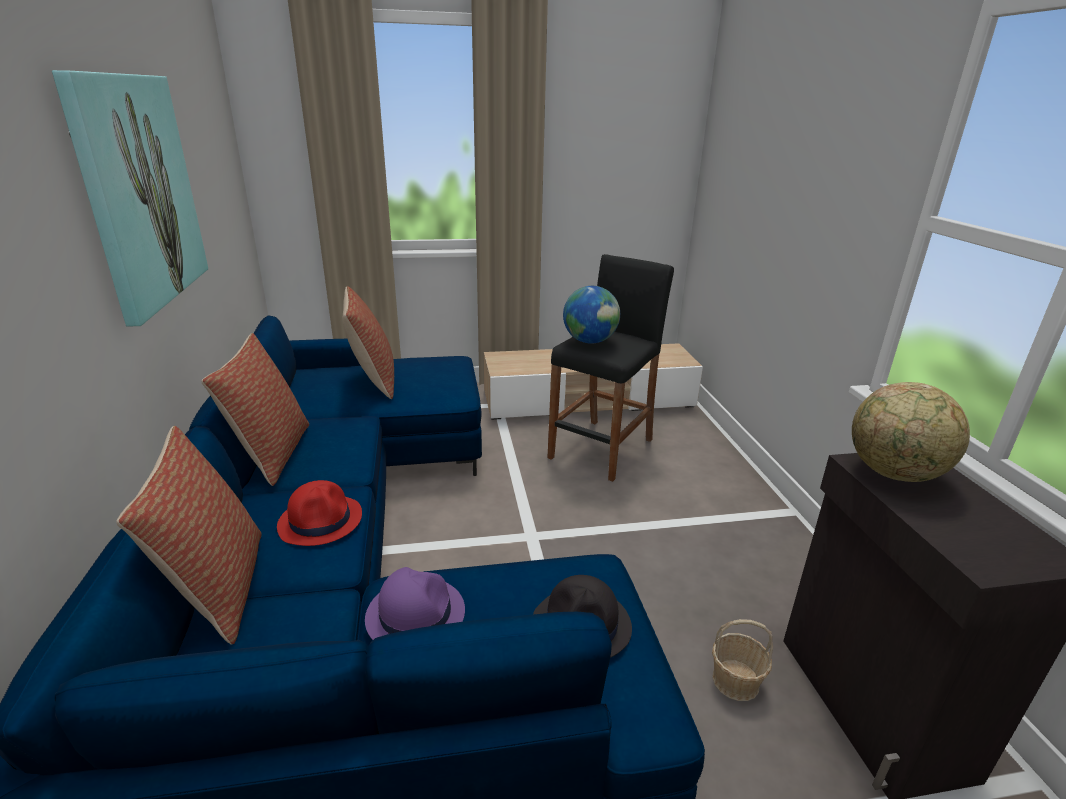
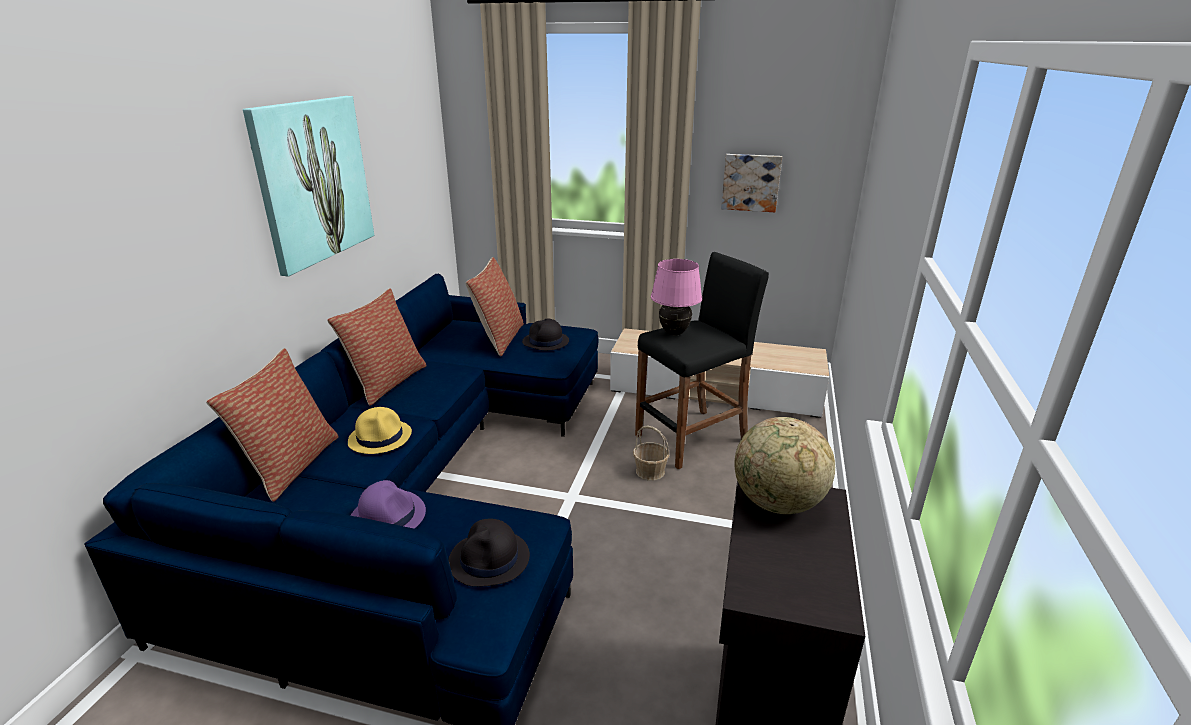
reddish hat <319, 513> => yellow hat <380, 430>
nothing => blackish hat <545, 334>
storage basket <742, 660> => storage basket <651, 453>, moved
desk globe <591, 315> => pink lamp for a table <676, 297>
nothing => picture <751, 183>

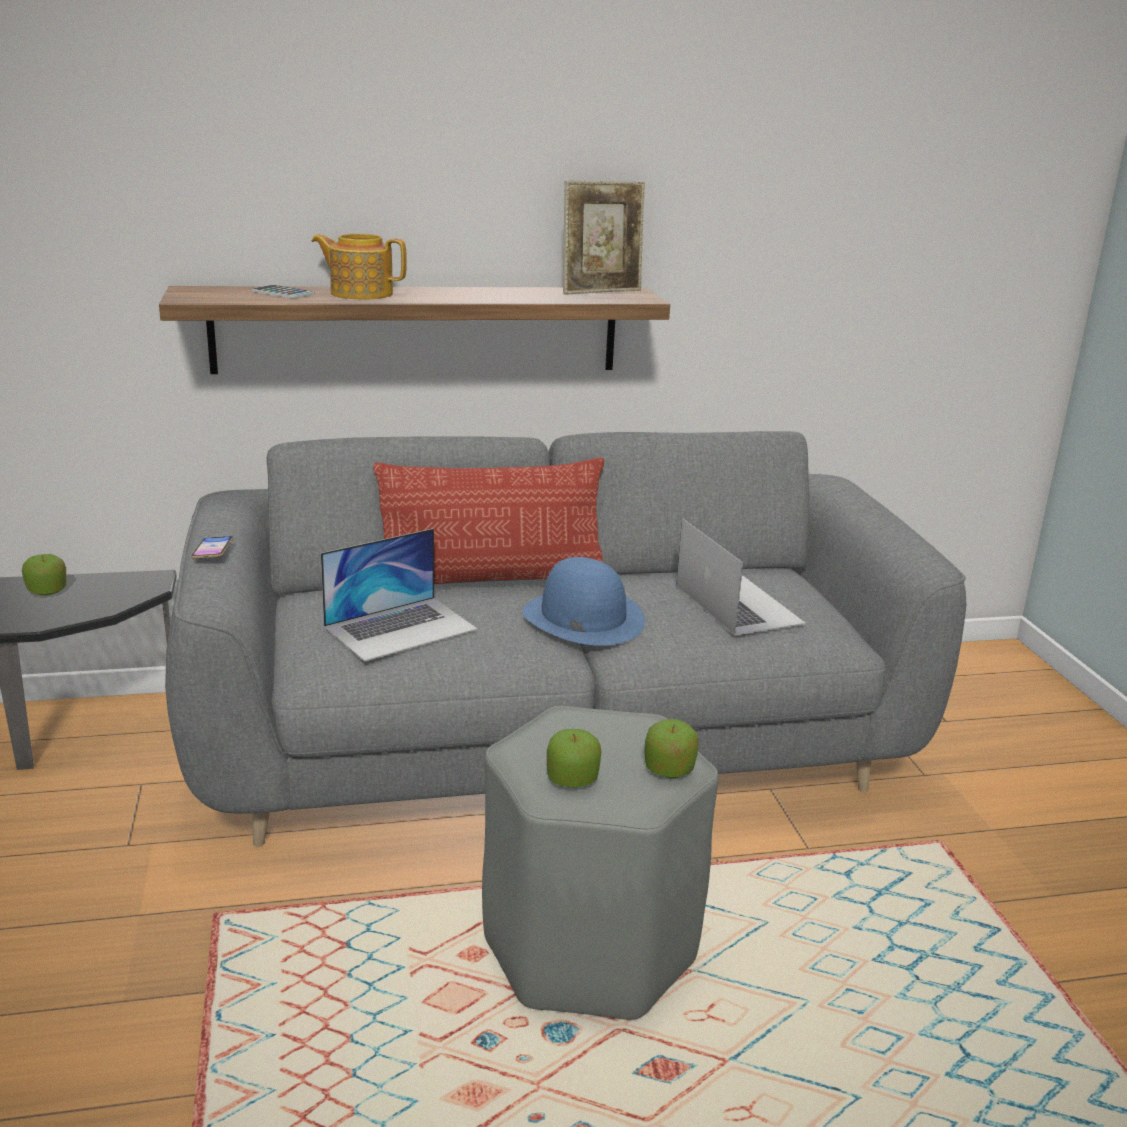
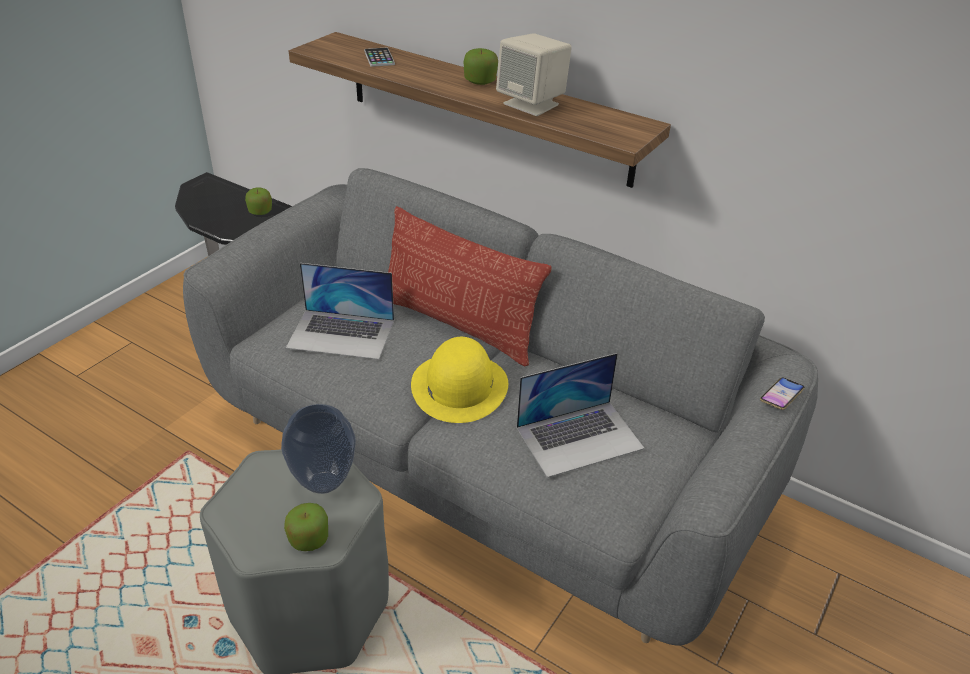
nothing => vase <318, 449>
blue hat <584, 601> => yellow hat <459, 380>
whole apple <574, 758> => whole apple <481, 66>, moved
nothing => beige-coloured audio speaker <534, 74>
portable computer <741, 577> => portable computer <581, 415>, 45 degrees clockwise
handset <212, 547> => handset <782, 393>, moved
pot for tea <359, 267> => nothing
photo frame <604, 237> => nothing

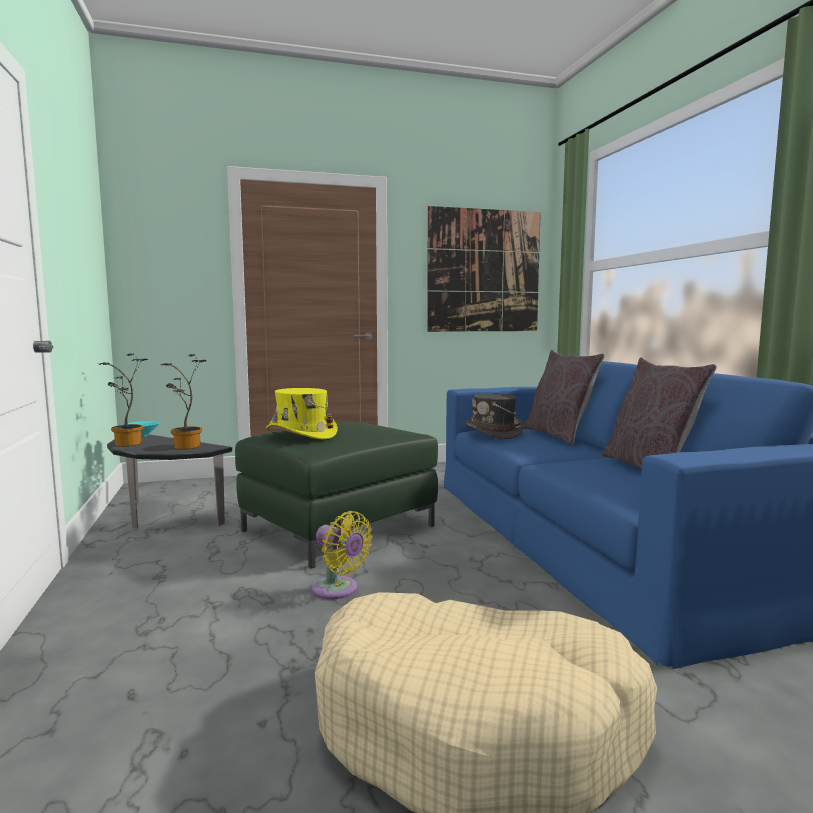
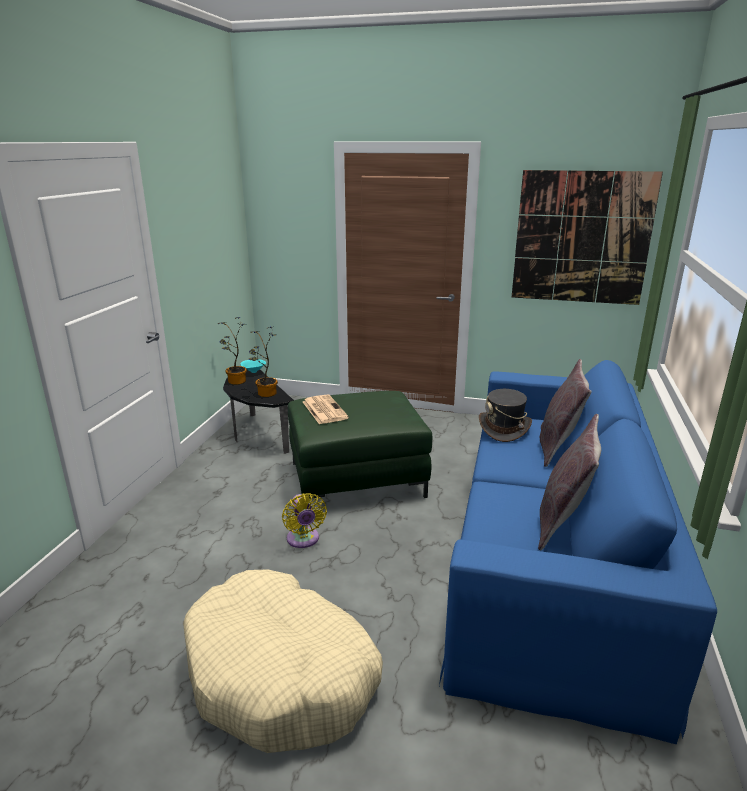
yellow hat <301, 413> => daily paper <326, 409>

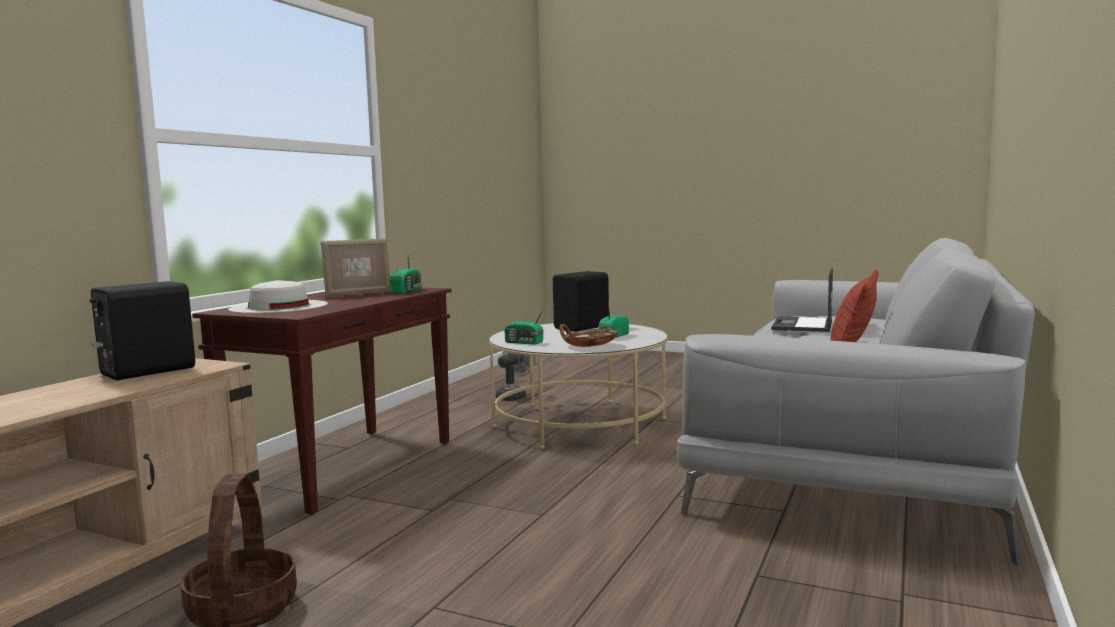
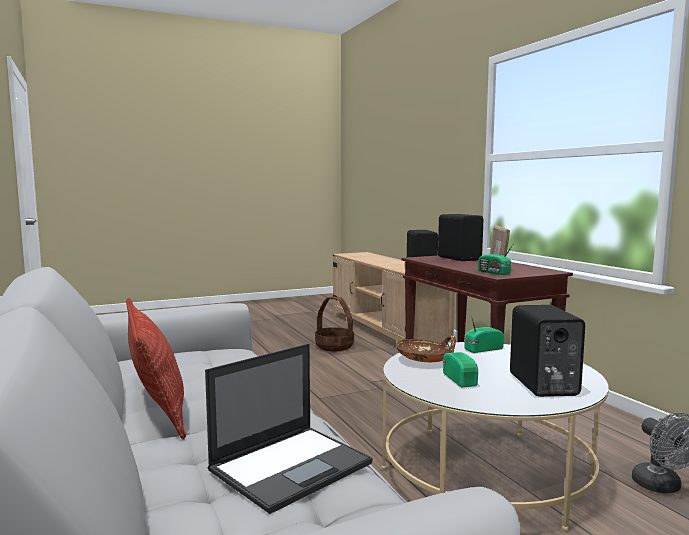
portable computer <802, 300> => portable computer <289, 429>, 75 degrees clockwise
whitish hat <278, 296> => blackish audio speaker <460, 237>

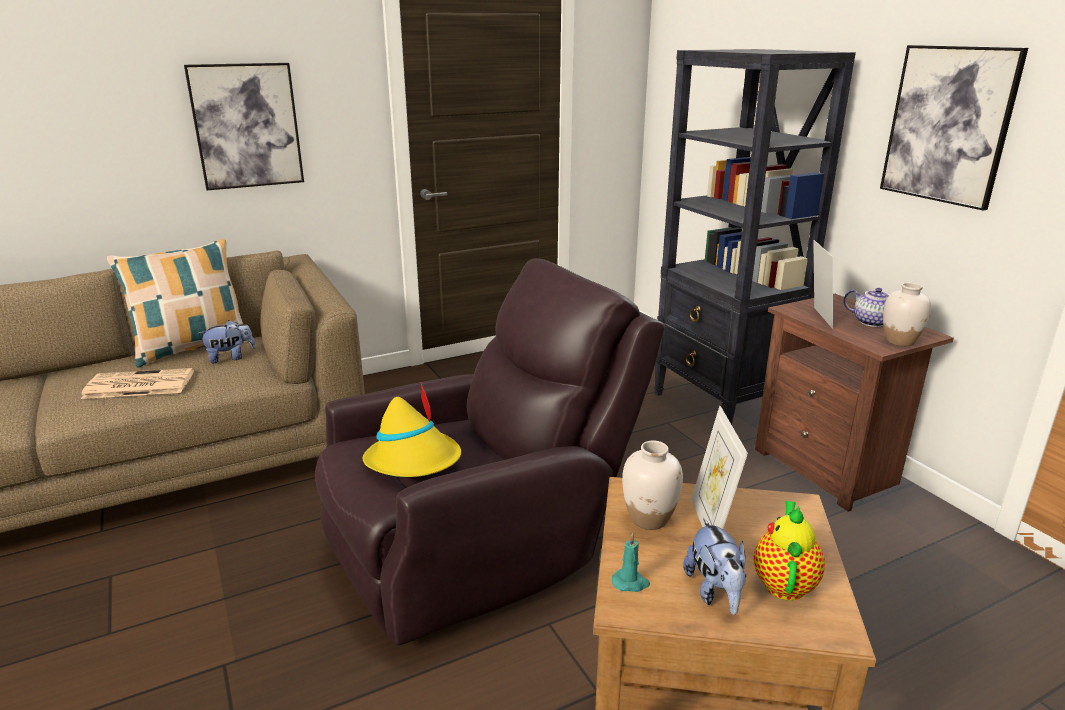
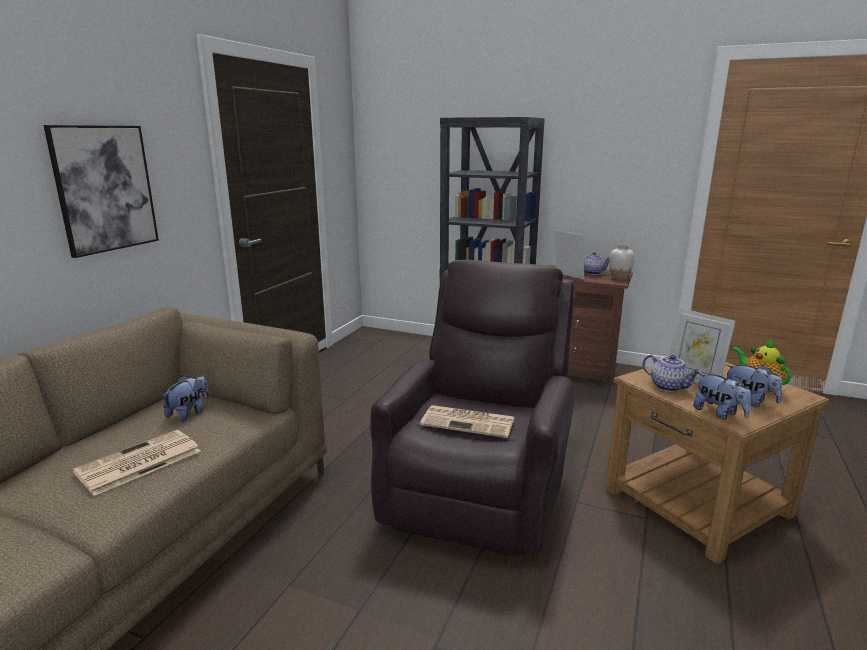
yellow hat <412, 430> => daily paper <467, 421>
whitish vase <652, 485> => pot for tea <672, 373>
blue-green candle <631, 562> => soft toy <722, 396>
cushion <178, 303> => nothing
picture <954, 128> => nothing

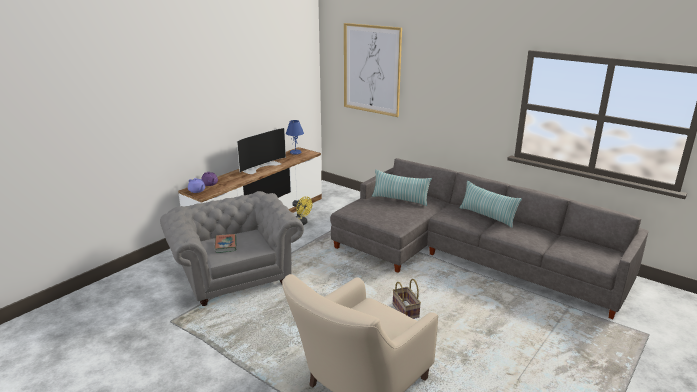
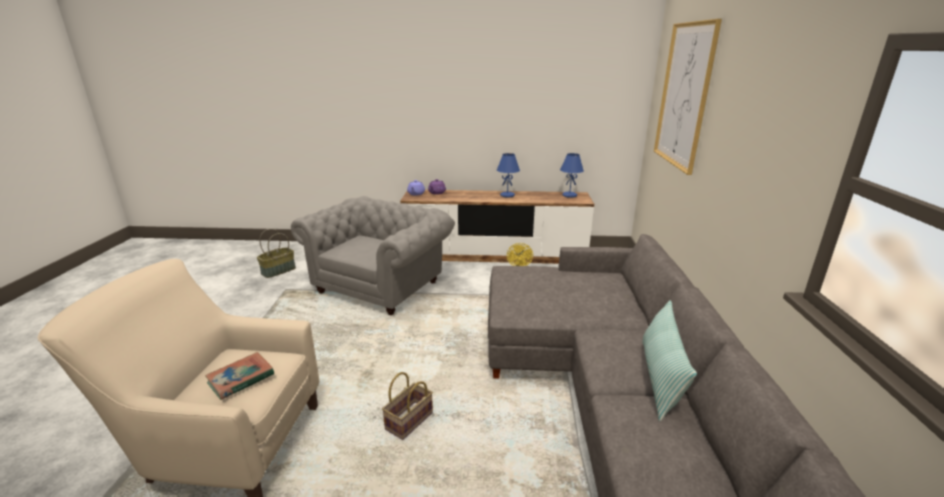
book <225, 243> => book <239, 376>, moved
nothing => storage basket <276, 253>
TV set <261, 151> => blue lamp for a table <508, 175>
cushion <402, 188> => nothing

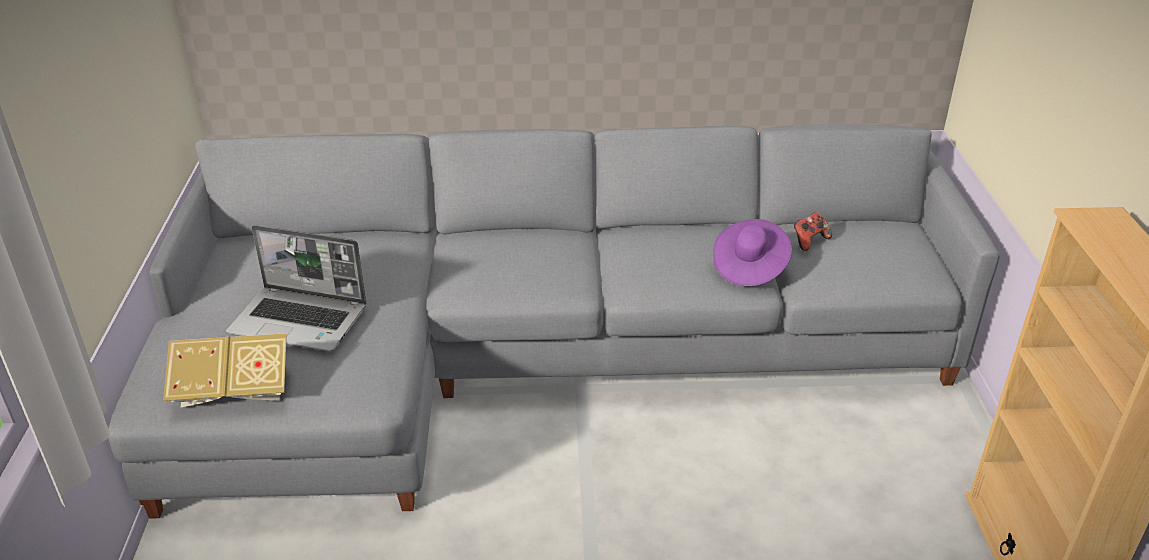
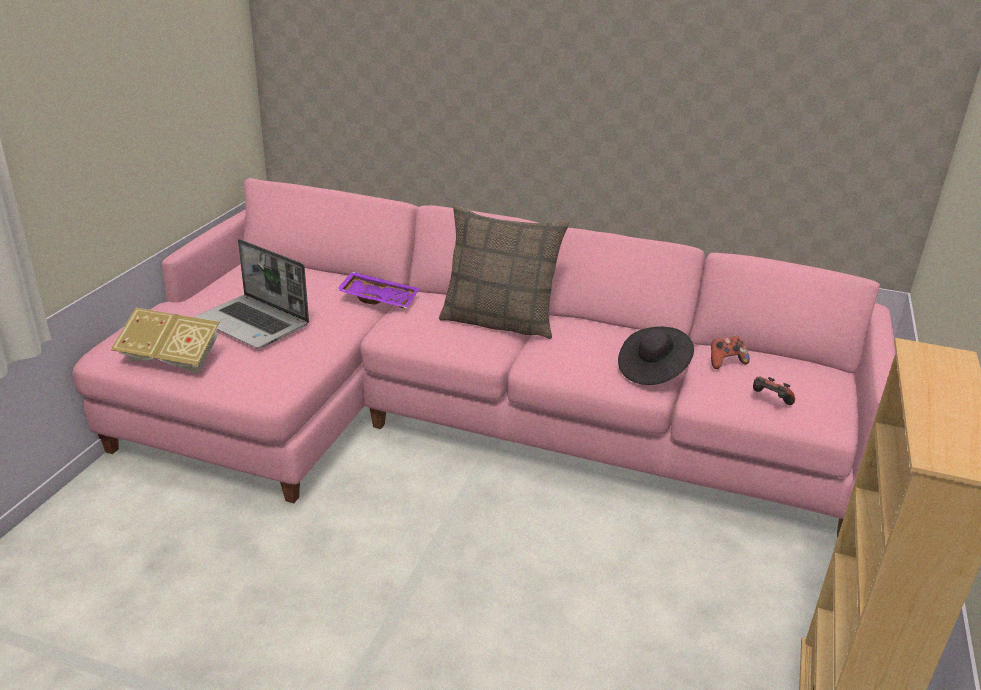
greyish couch <554, 322> => pink couch <483, 358>
nothing => purple serving tray <378, 290>
nothing => cushion <504, 272>
purple hat <752, 252> => blackish hat <656, 356>
nothing => joypad <774, 390>

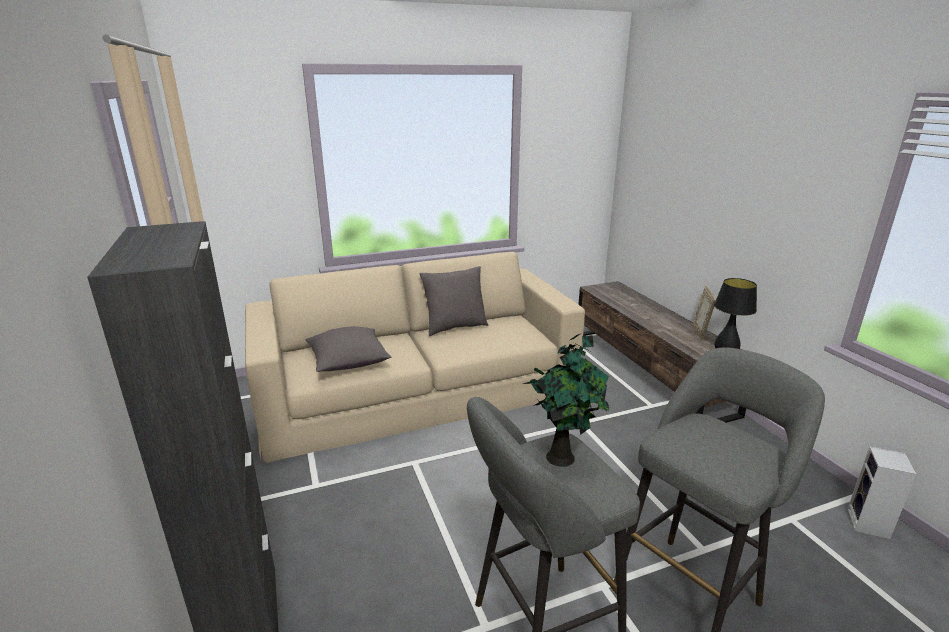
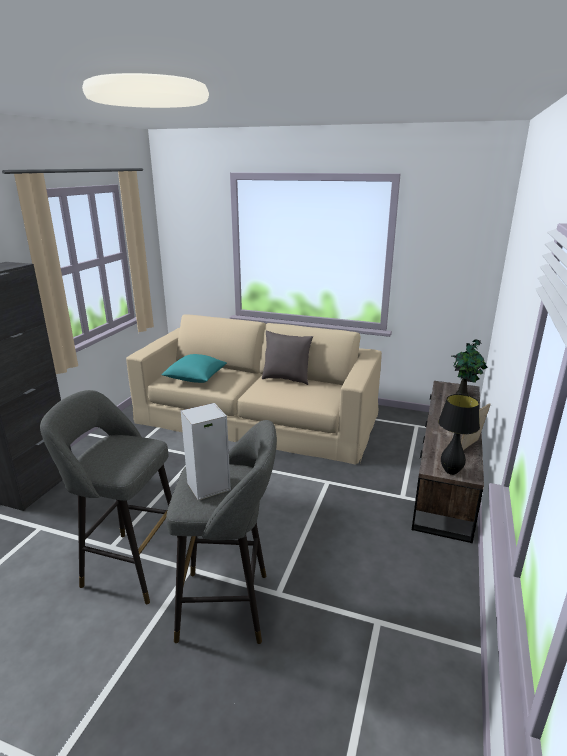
greyish cushion <348, 349> => blue-green cushion <194, 368>
audio speaker <881, 493> => audio speaker <206, 451>, moved
plant in a pot <566, 400> => plant in a pot <470, 367>, moved

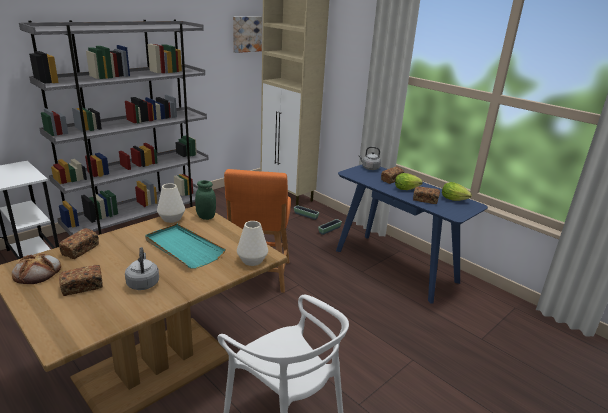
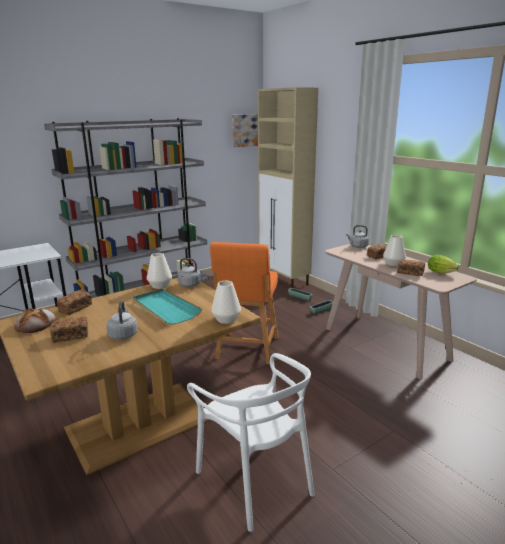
green-coloured jar <205, 200> => greyish kettle <191, 272>
blue hall table <412, 234> => beige-coloured hall table <401, 311>
lettuce head <409, 181> => whitish vase <394, 250>

